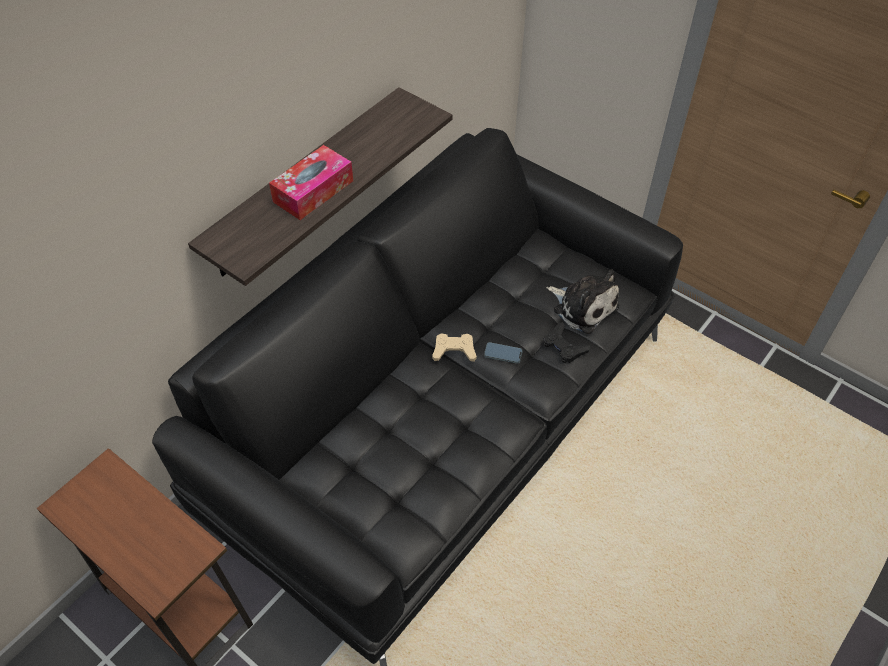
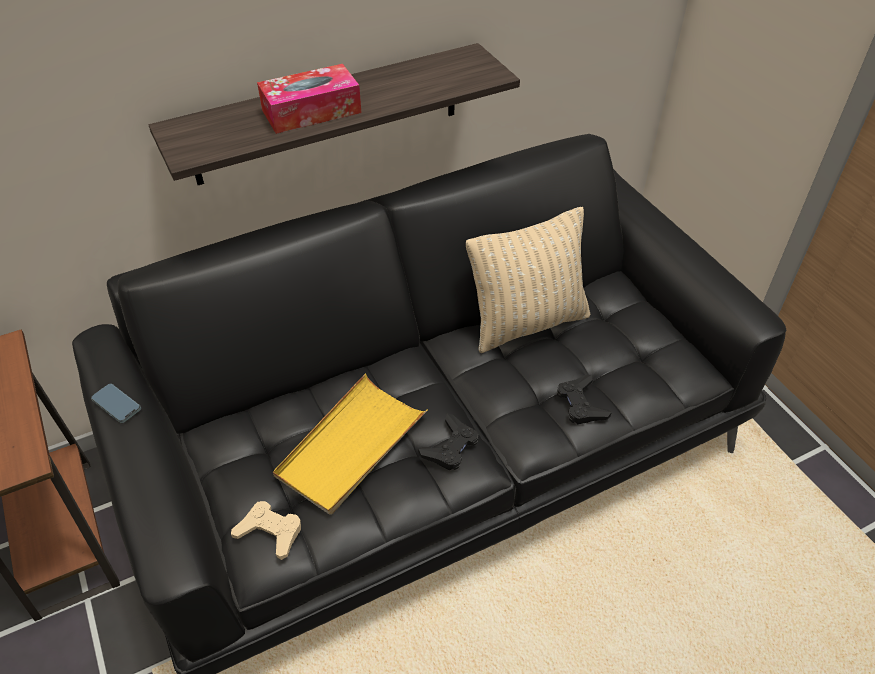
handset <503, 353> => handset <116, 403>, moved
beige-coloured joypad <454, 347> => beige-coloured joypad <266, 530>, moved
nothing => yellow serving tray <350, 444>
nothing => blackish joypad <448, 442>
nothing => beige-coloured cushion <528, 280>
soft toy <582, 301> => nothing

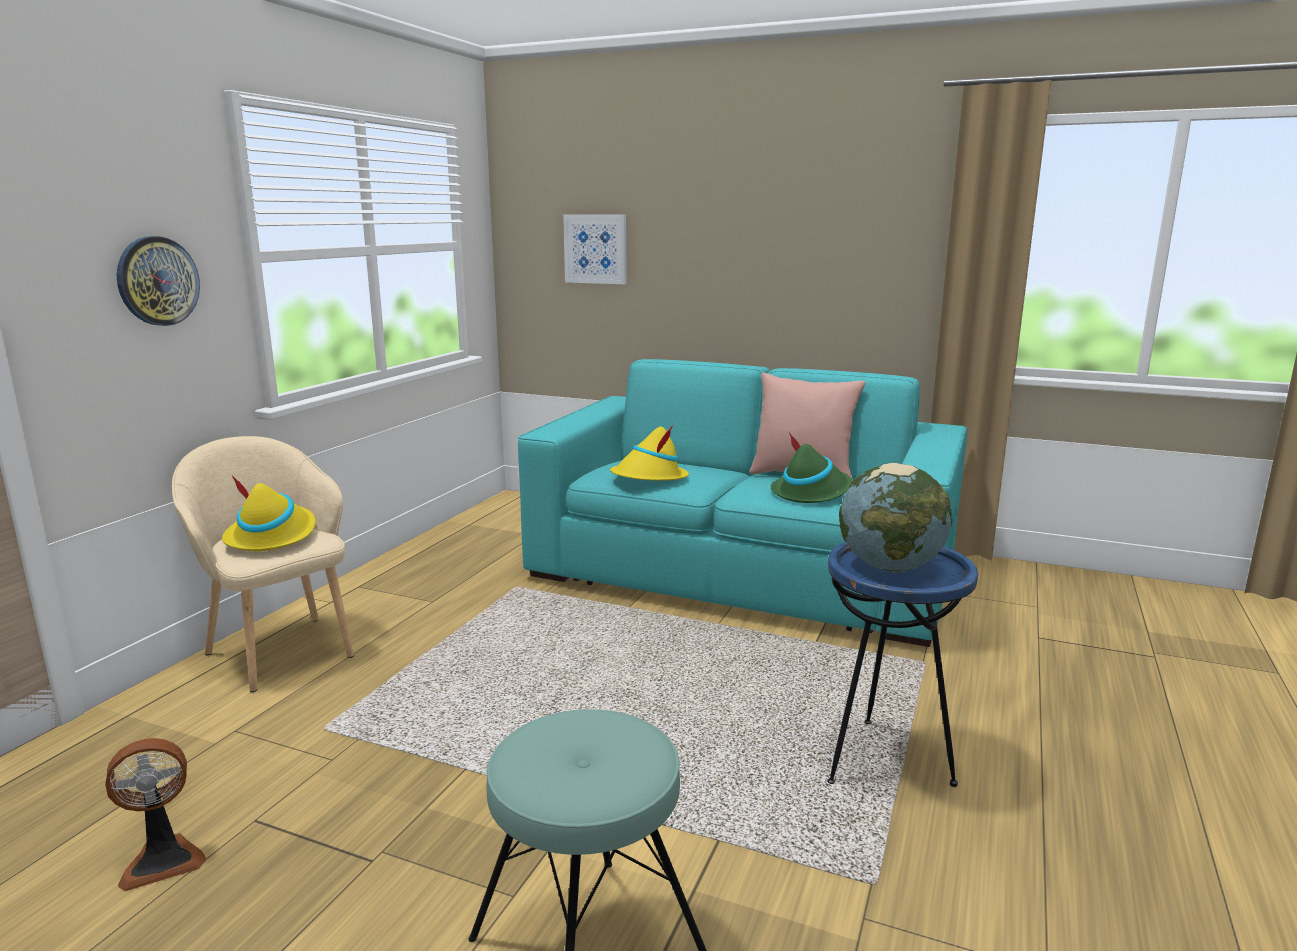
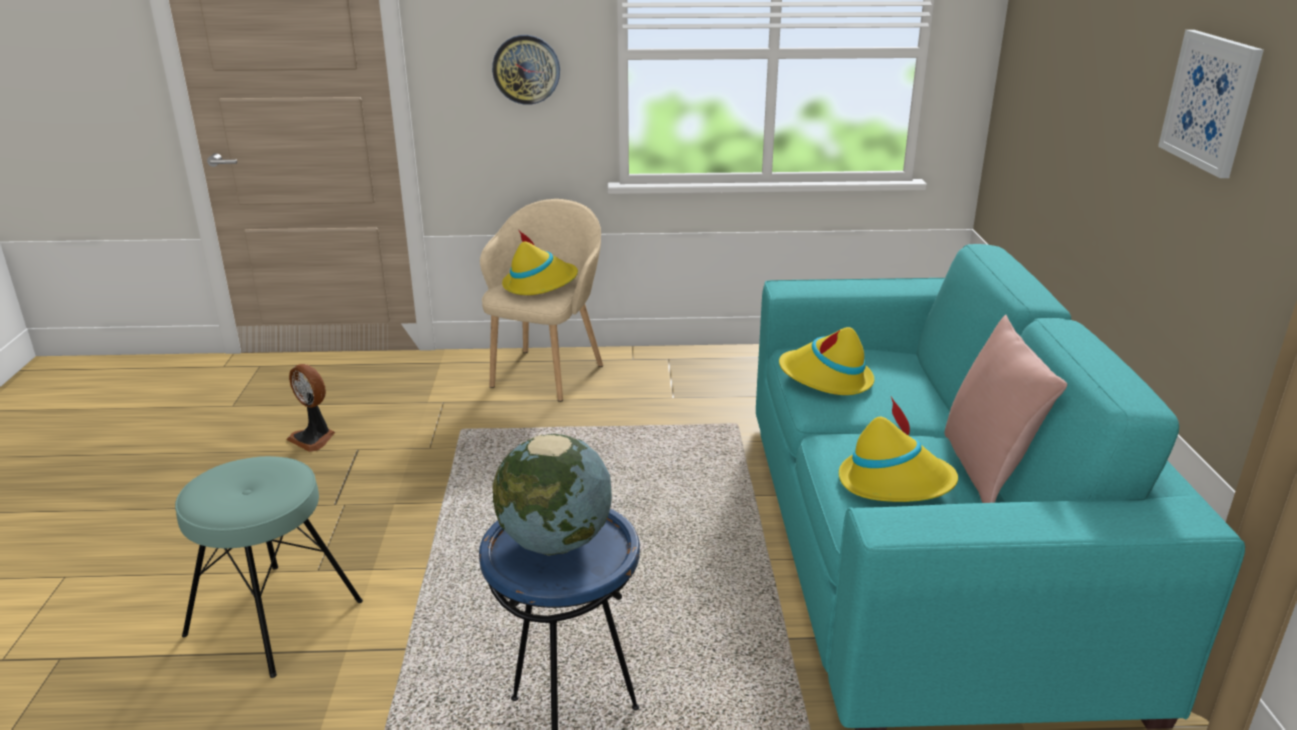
green-coloured hat <811, 467> => yellow hat <898, 449>
picture <595, 249> => picture <1211, 104>, moved

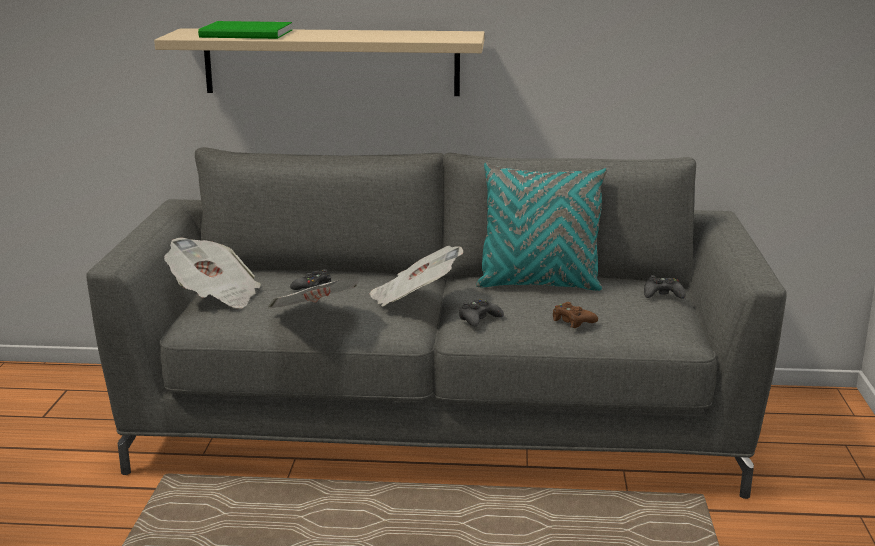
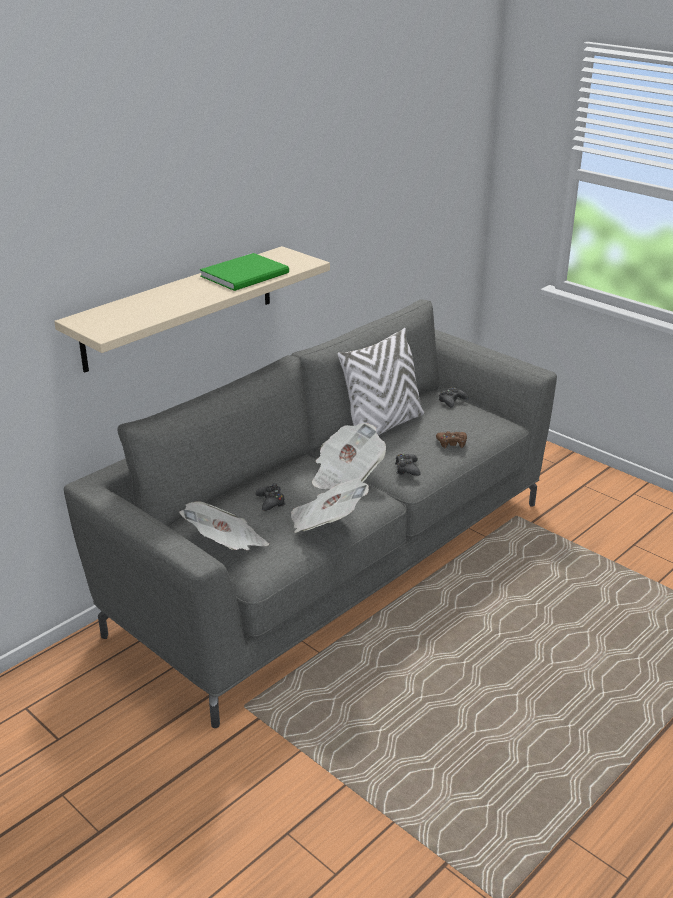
green-coloured book <245, 30> => green-coloured book <244, 272>, moved
blue-green cushion <541, 227> => whitish cushion <381, 381>

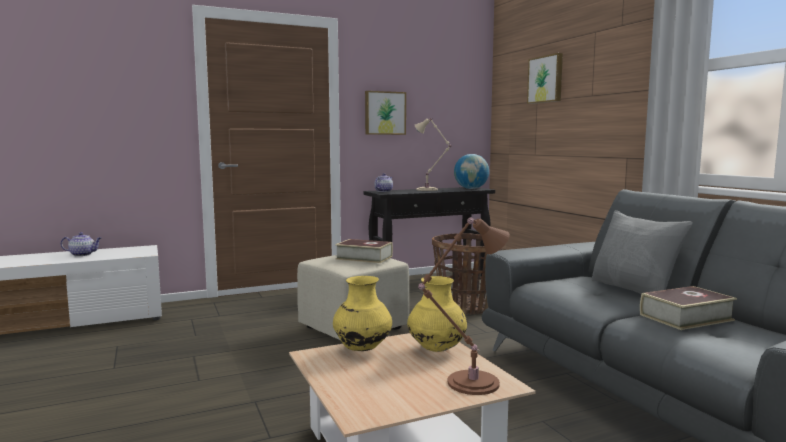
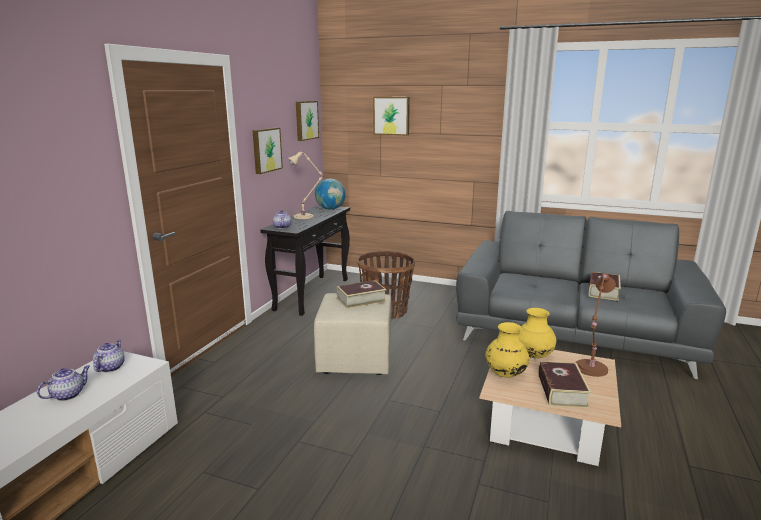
nothing => pot for tea <109, 355>
nothing => picture <307, 121>
nothing => book <564, 384>
greyish cushion <642, 252> => nothing

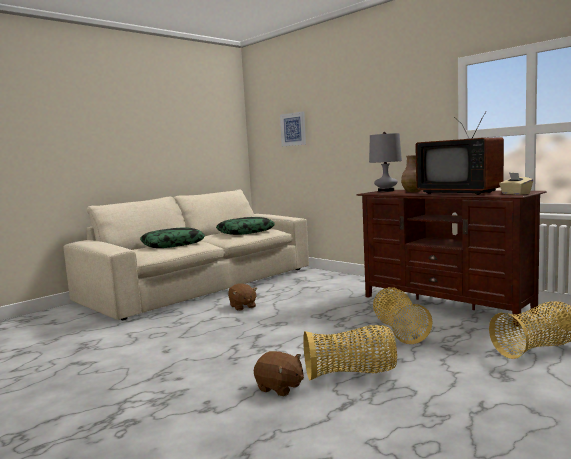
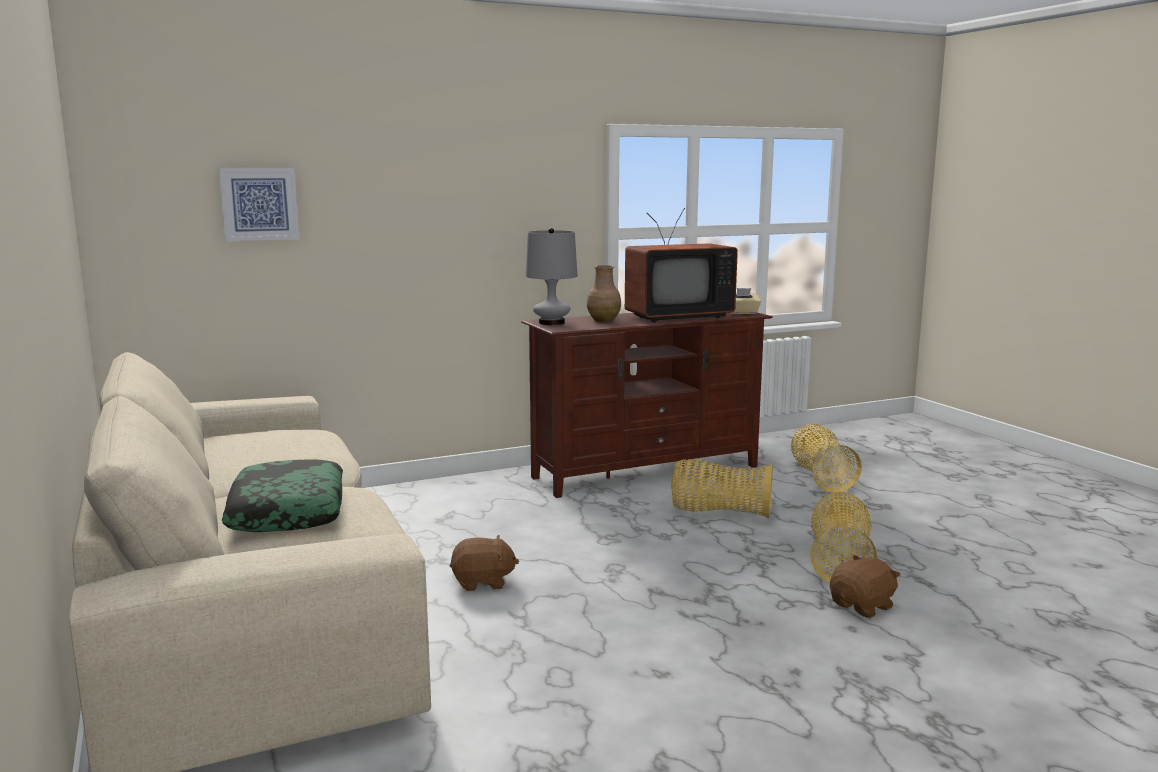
cushion <245, 226> => nothing

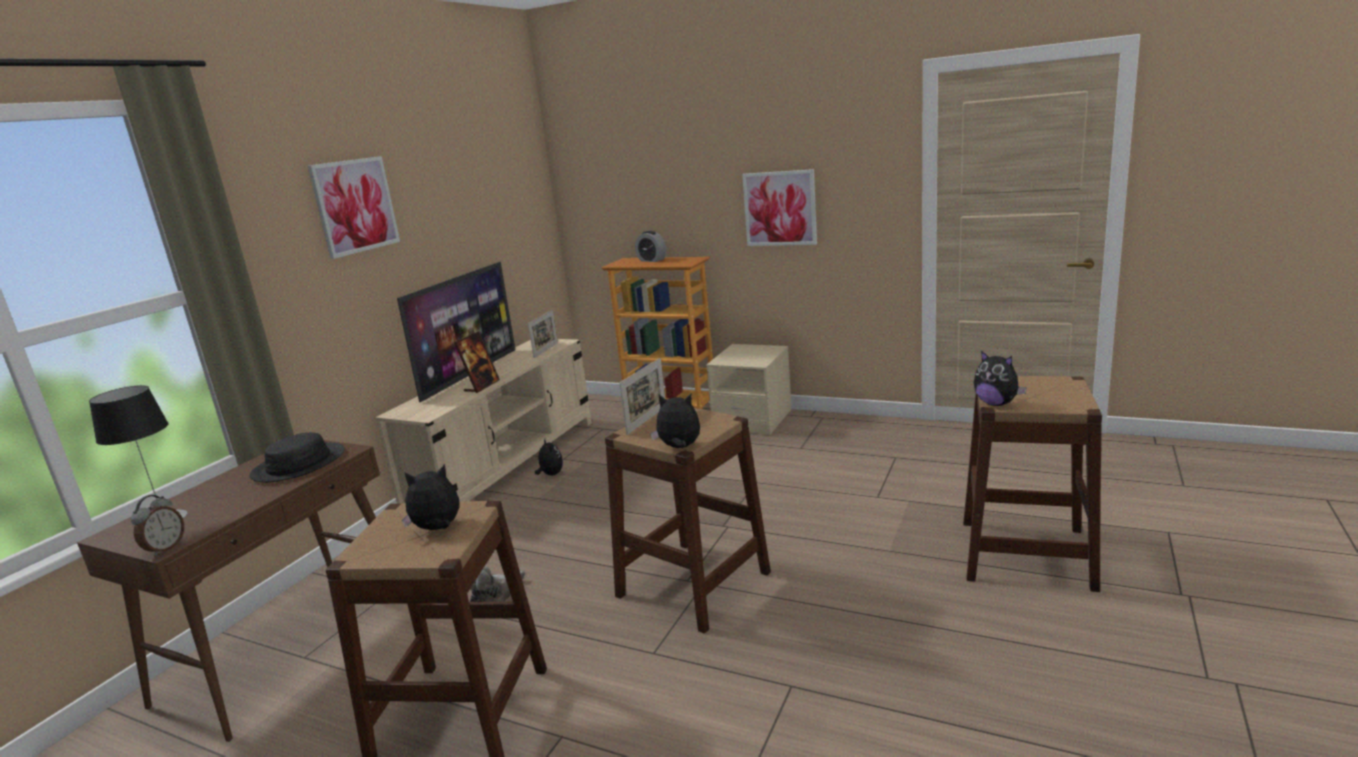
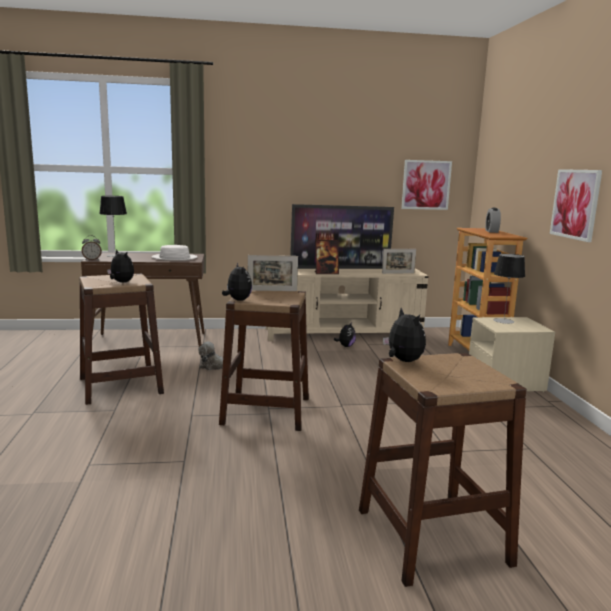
blackish hat <297, 457> => whitish hat <174, 253>
soft toy <1000, 378> => soft toy <404, 335>, 135 degrees clockwise
picture <354, 207> => picture <426, 185>, moved
nothing => lamp for a table <509, 289>

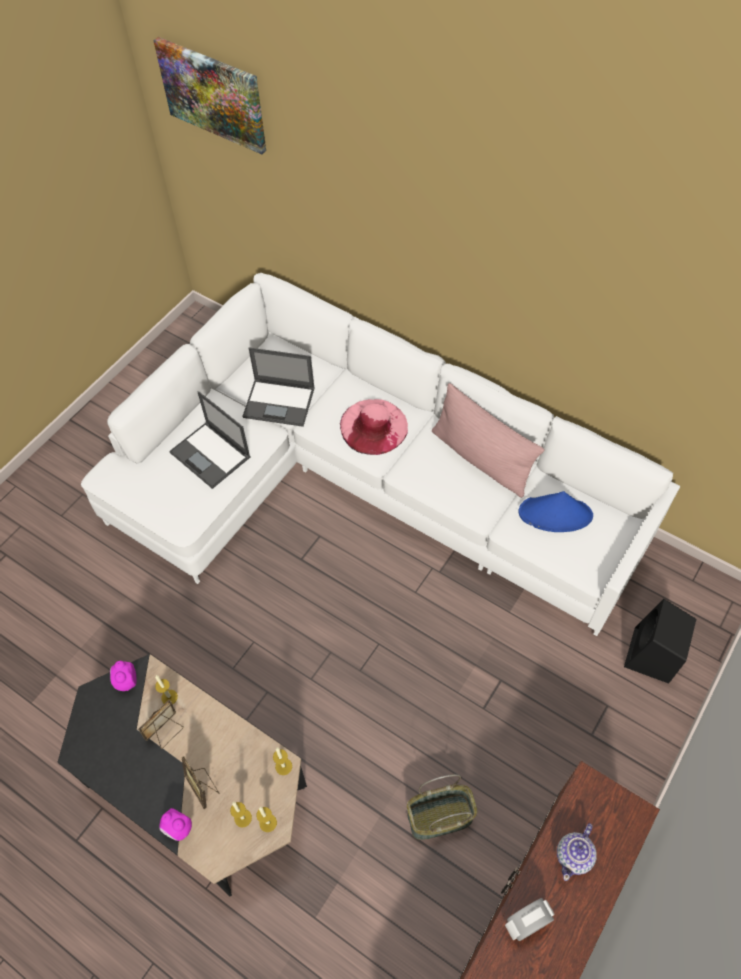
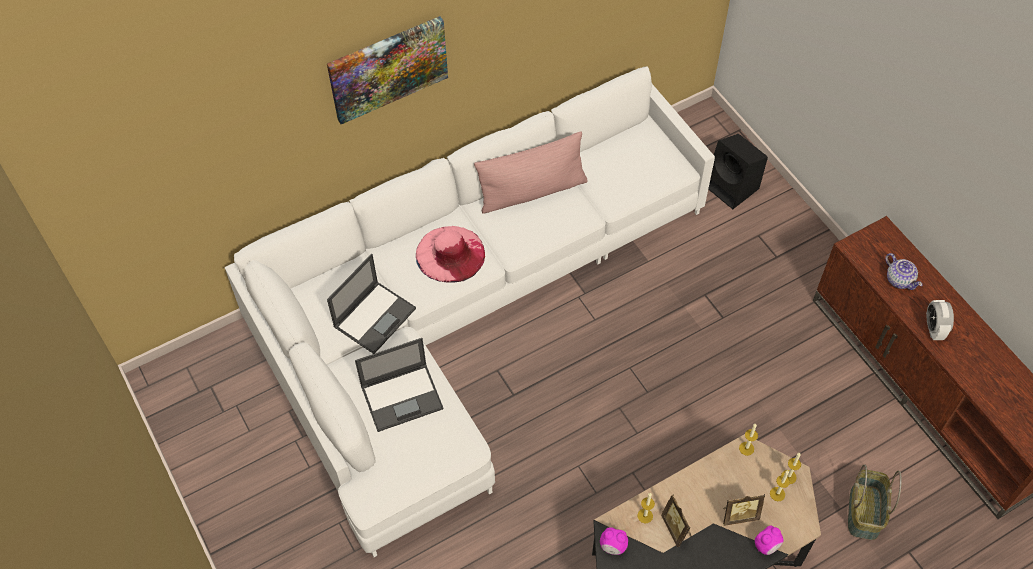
picture <209, 95> => picture <387, 70>, moved
storage basket <442, 807> => storage basket <875, 502>, moved
blue hat <556, 511> => nothing

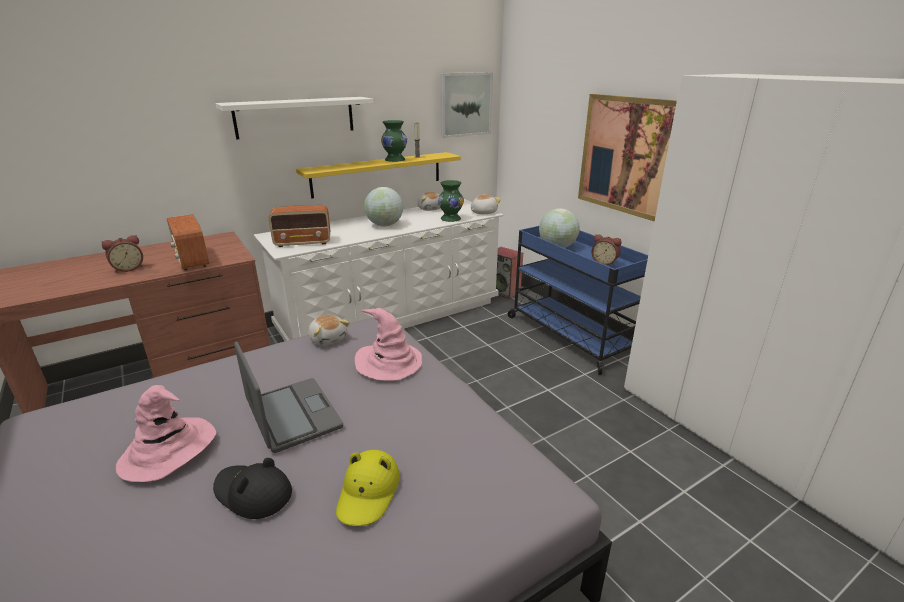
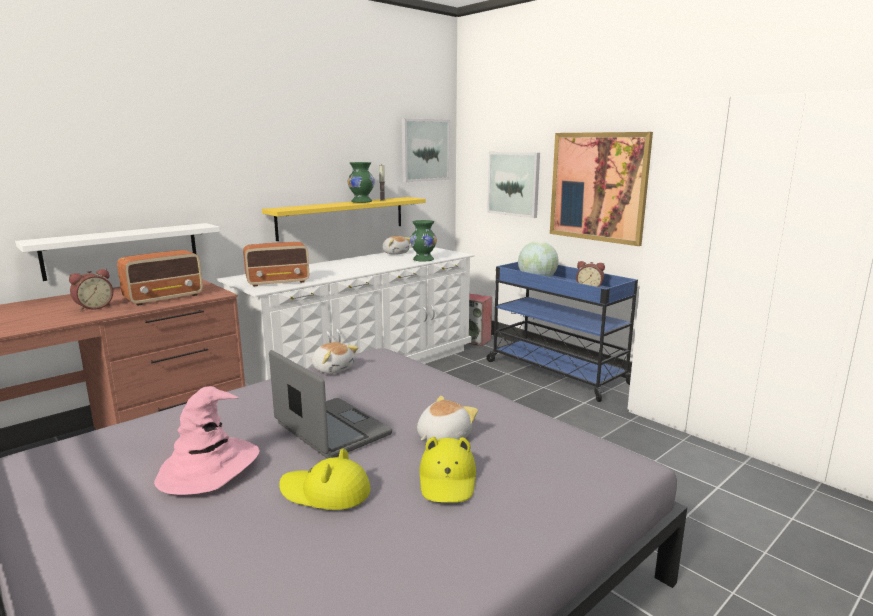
whitish shelf <294, 118> => whitish shelf <117, 252>, moved
radio <188, 242> => radio <160, 278>, 90 degrees counterclockwise
blackish hat <252, 488> => yellow hat <325, 479>
soft toy <486, 204> => soft toy <447, 419>, moved
nothing => picture <513, 185>
pink hat <388, 344> => nothing
desk globe <383, 206> => nothing

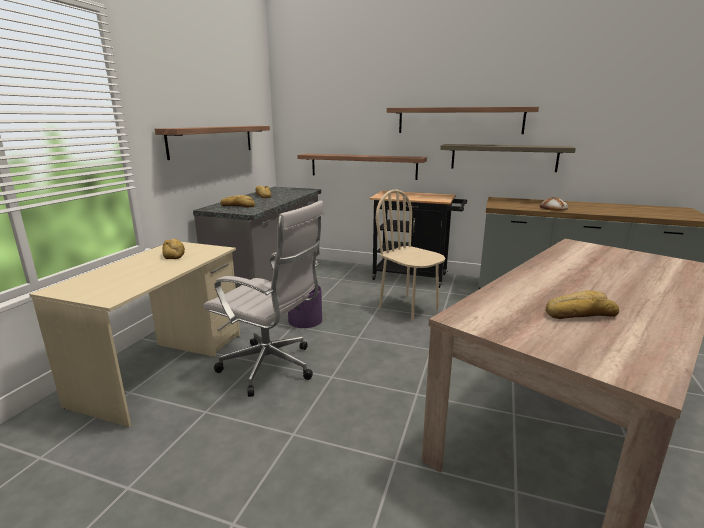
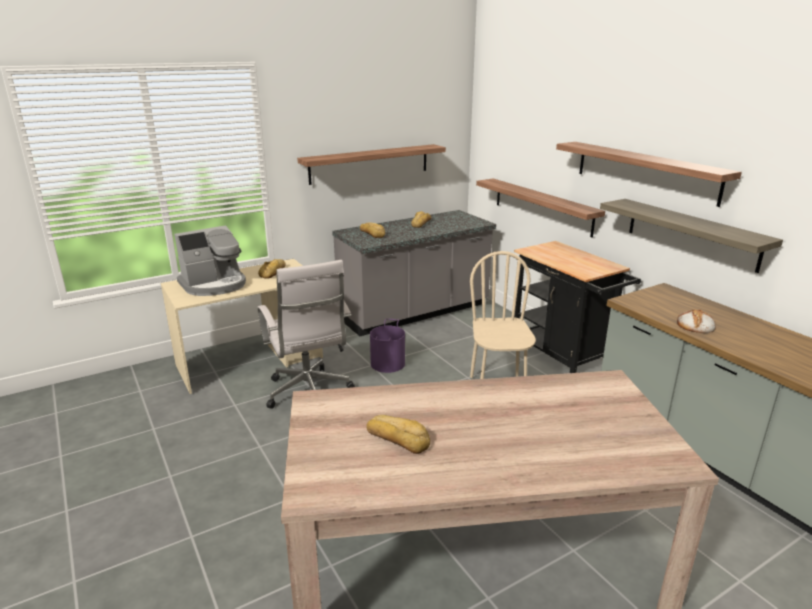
nothing => coffee brewer <210, 260>

